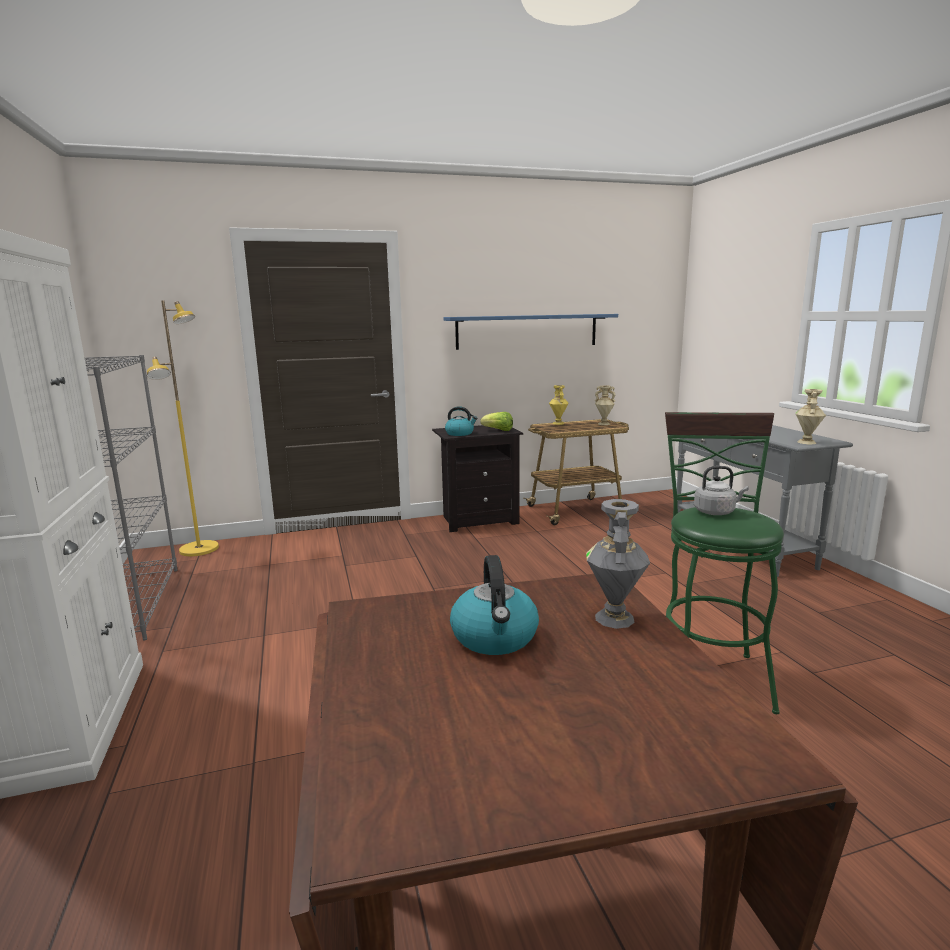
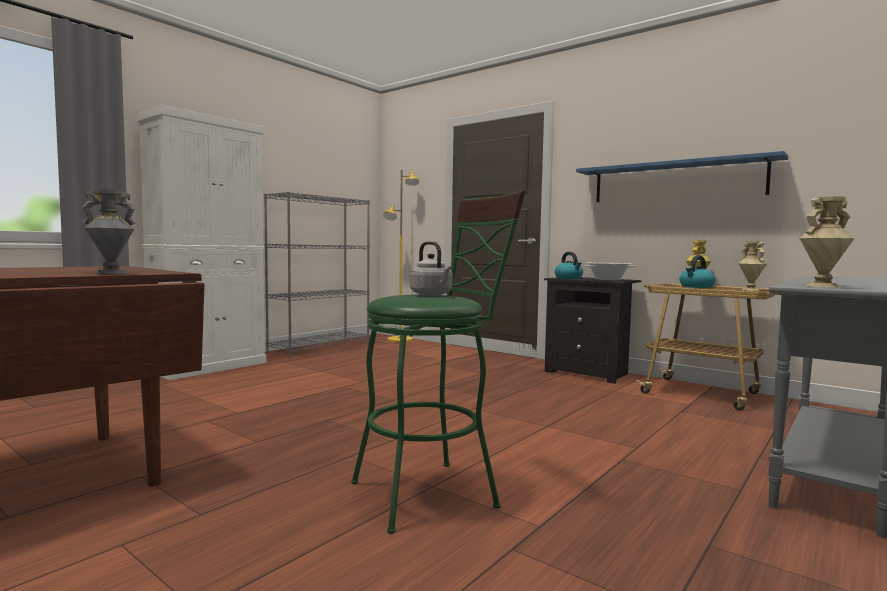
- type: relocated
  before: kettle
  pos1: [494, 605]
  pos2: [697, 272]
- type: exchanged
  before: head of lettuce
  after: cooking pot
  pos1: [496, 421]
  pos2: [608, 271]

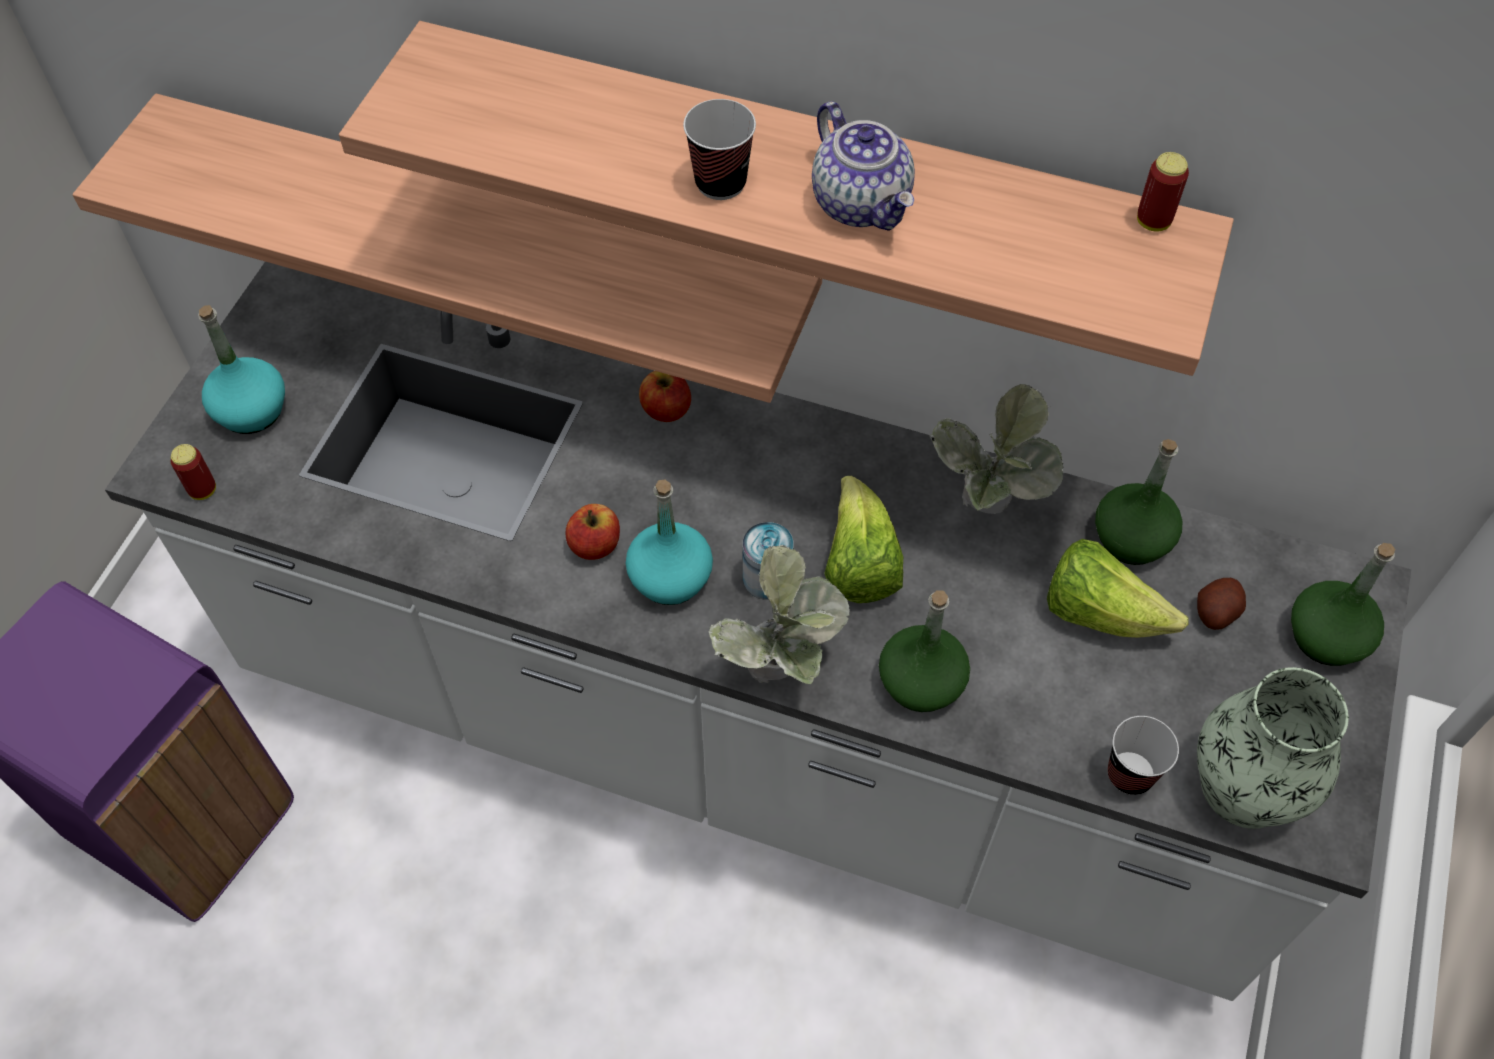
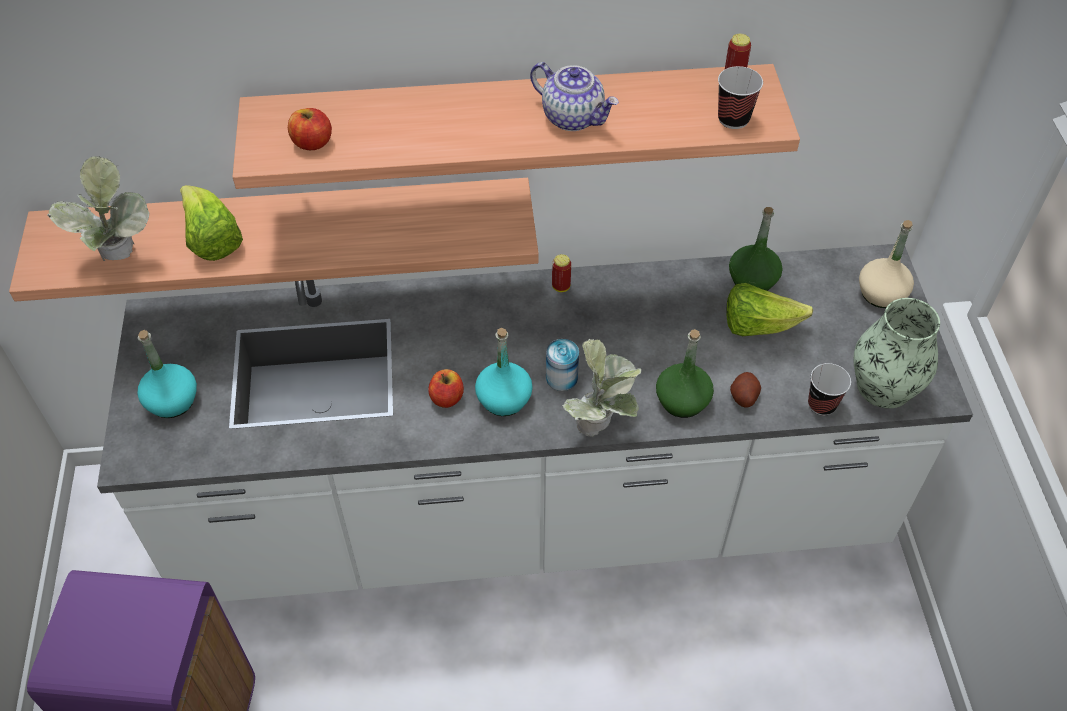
- type: relocated
  before: metal can
  pos1: [193, 472]
  pos2: [561, 273]
- type: relocated
  before: whole apple
  pos1: [665, 396]
  pos2: [310, 129]
- type: relocated
  before: drinking cup
  pos1: [719, 149]
  pos2: [740, 97]
- type: relocated
  before: head of lettuce
  pos1: [863, 539]
  pos2: [211, 223]
- type: relocated
  before: potted plant
  pos1: [996, 449]
  pos2: [98, 208]
- type: relocated
  before: potato
  pos1: [1221, 604]
  pos2: [745, 389]
- type: colour
  before: green beverage bottle
  after: sand-coloured beverage bottle
  pos1: [1343, 604]
  pos2: [886, 264]

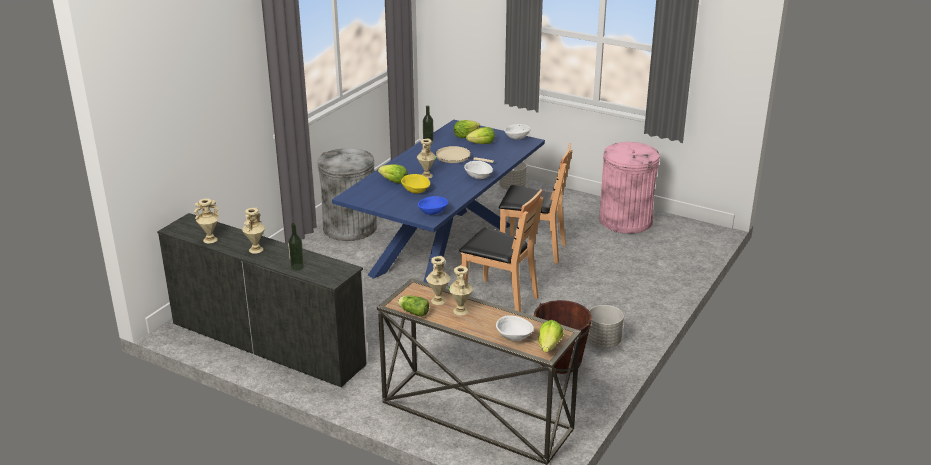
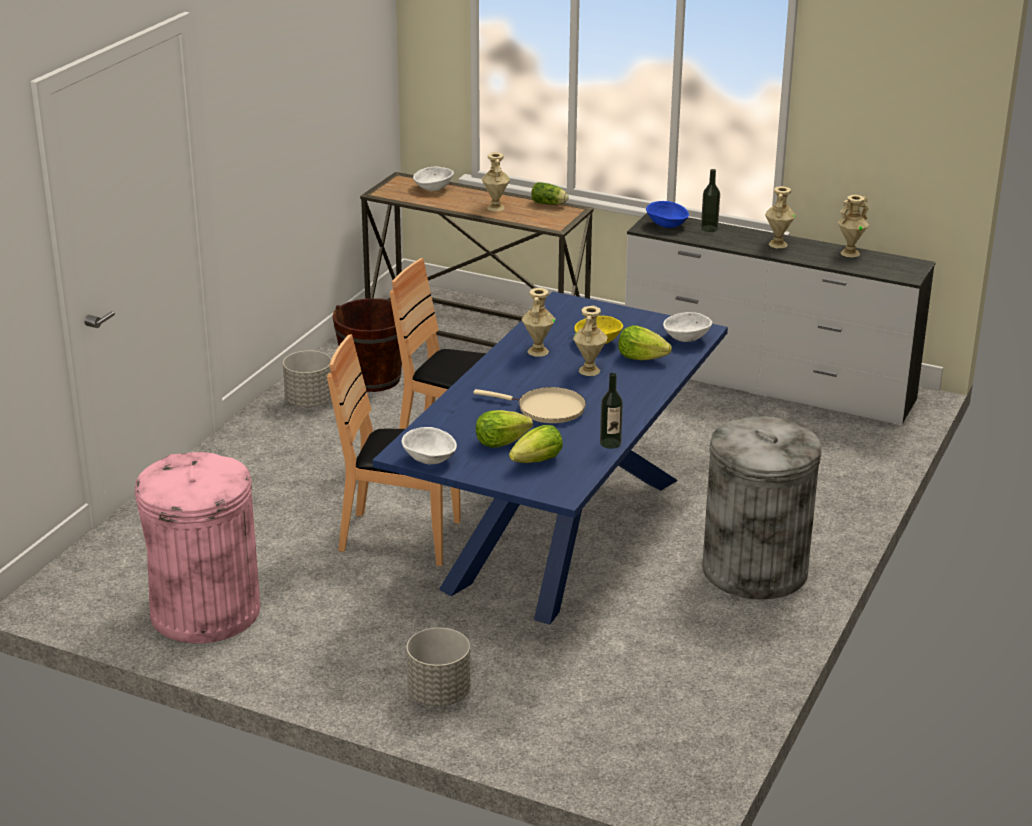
- type: relocated
  before: bluish bowl
  pos1: [433, 205]
  pos2: [667, 214]
- type: relocated
  before: sand-coloured decorative vase
  pos1: [438, 280]
  pos2: [539, 322]
- type: relocated
  before: whitish bowl
  pos1: [478, 170]
  pos2: [687, 327]
- type: missing
  before: head of lettuce
  pos1: [551, 336]

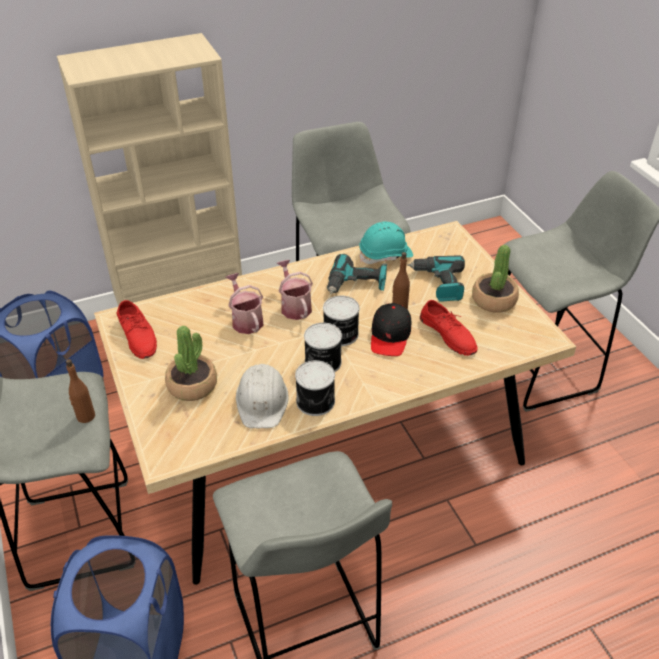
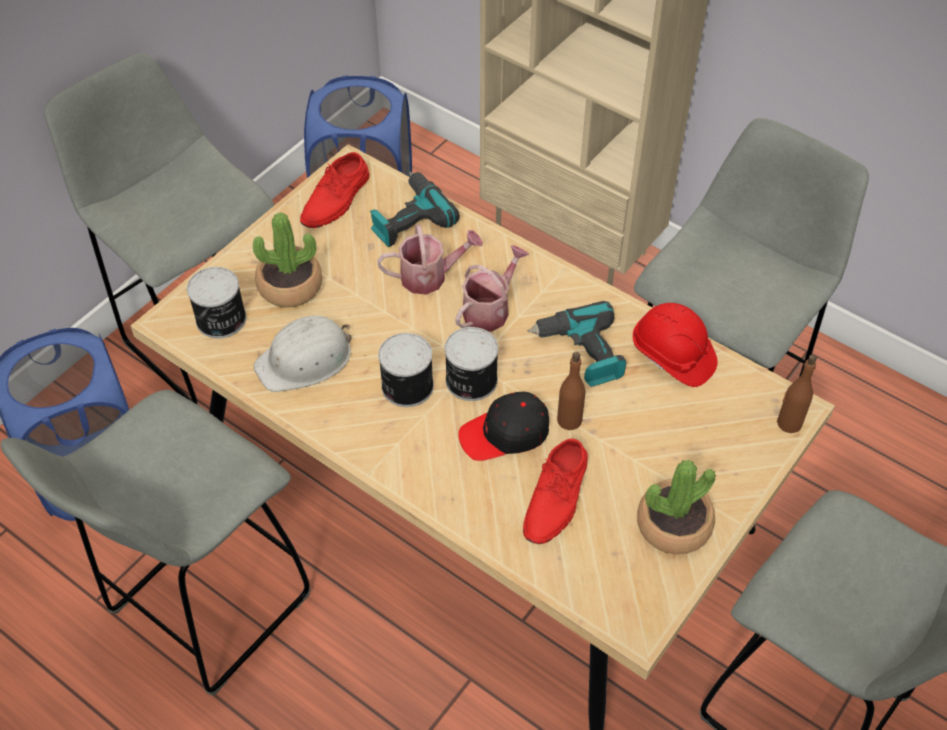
- type: relocated
  before: brownish beverage bottle
  pos1: [80, 391]
  pos2: [797, 394]
- type: spun
  before: watering can
  pos1: [245, 303]
  pos2: [430, 259]
  turn: 45
- type: relocated
  before: metal can
  pos1: [315, 388]
  pos2: [216, 303]
- type: colour
  before: turquoise safety helmet
  after: red safety helmet
  pos1: [386, 243]
  pos2: [675, 345]
- type: relocated
  before: electric drill
  pos1: [436, 279]
  pos2: [415, 209]

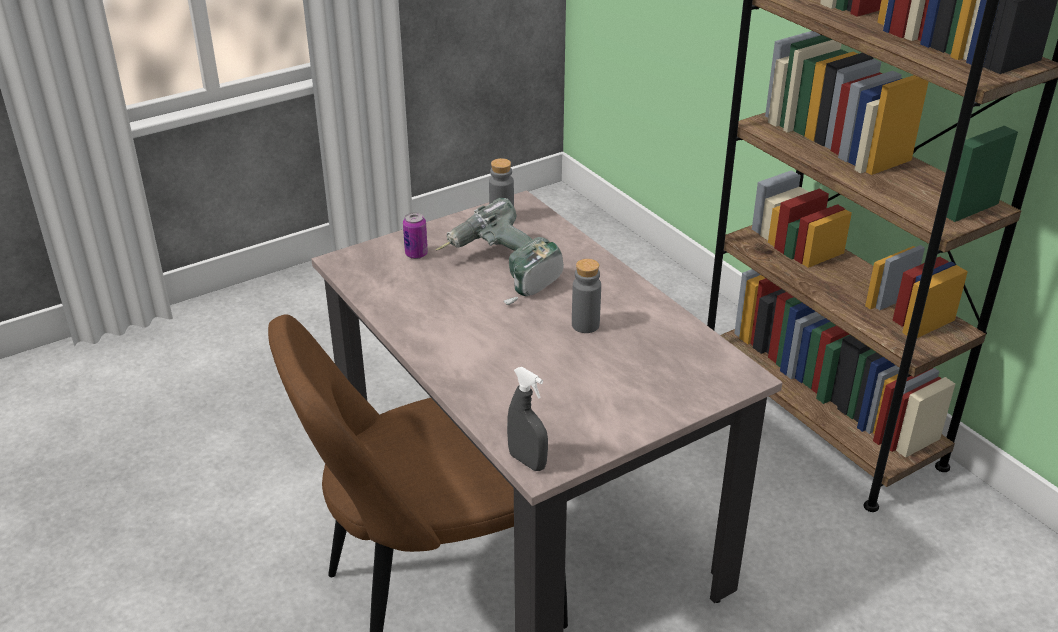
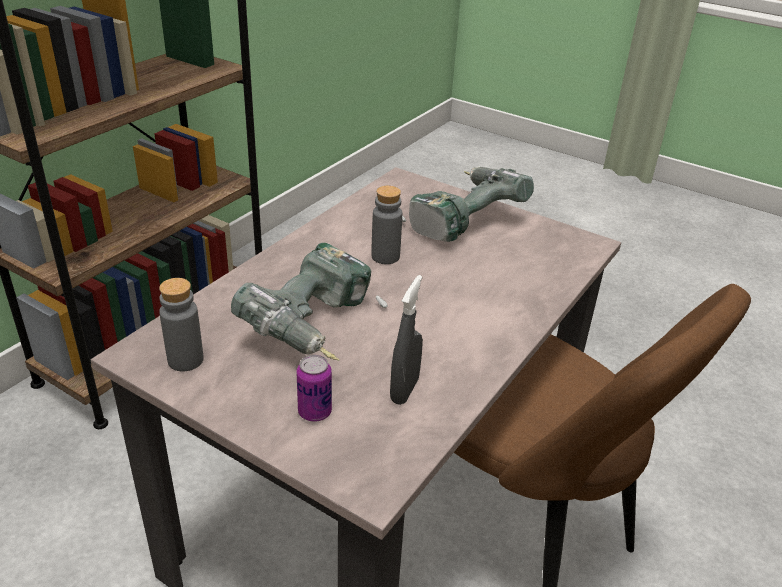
- type: relocated
  before: grey spray bottle
  pos1: [527, 419]
  pos2: [406, 340]
- type: appeared
  after: electric drill
  pos2: [468, 204]

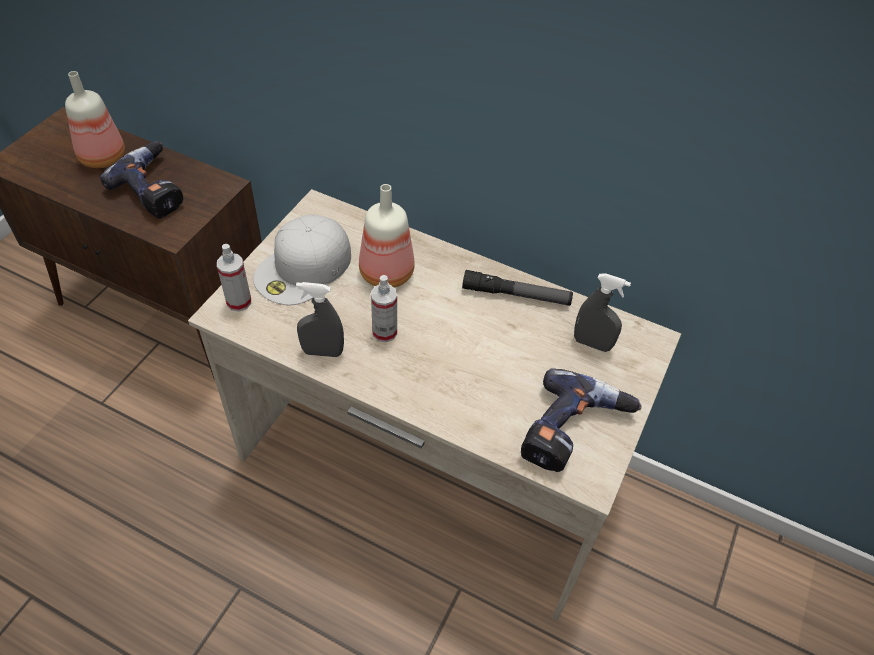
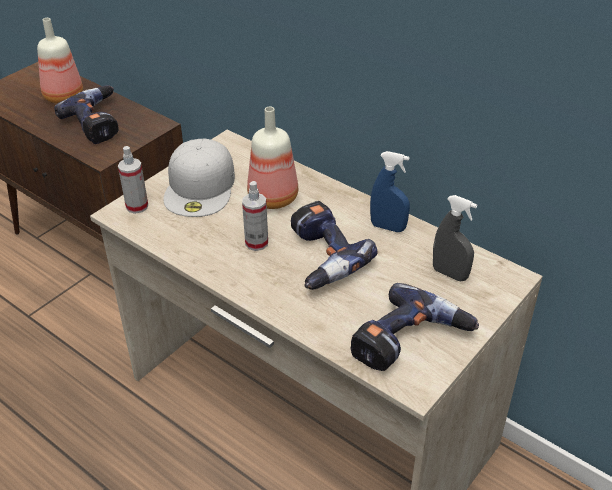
- type: spun
  before: whitish cap
  pos1: [302, 260]
  pos2: [199, 178]
  turn: -45
- type: missing
  before: grey spray bottle
  pos1: [320, 319]
- type: exchanged
  before: hand torch
  after: bluish spray bottle
  pos1: [517, 288]
  pos2: [390, 191]
- type: appeared
  after: electric drill
  pos2: [334, 245]

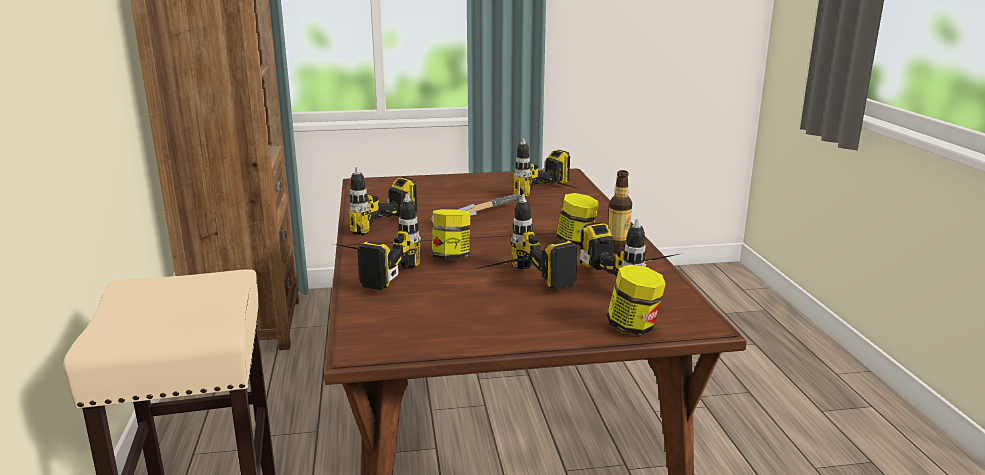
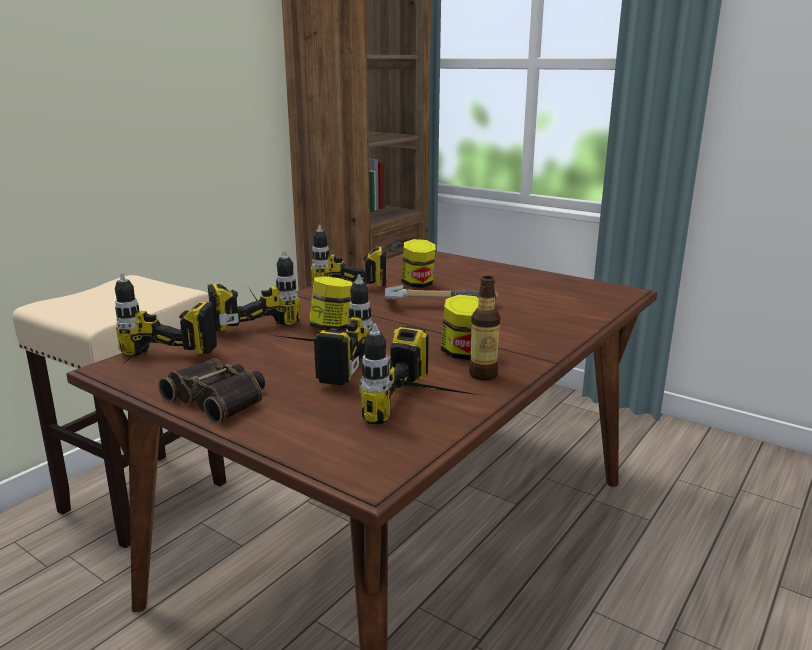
- type: relocated
  before: electric drill
  pos1: [546, 167]
  pos2: [166, 319]
- type: relocated
  before: preserve jar
  pos1: [636, 300]
  pos2: [418, 263]
- type: appeared
  after: pair of binoculars
  pos2: [211, 391]

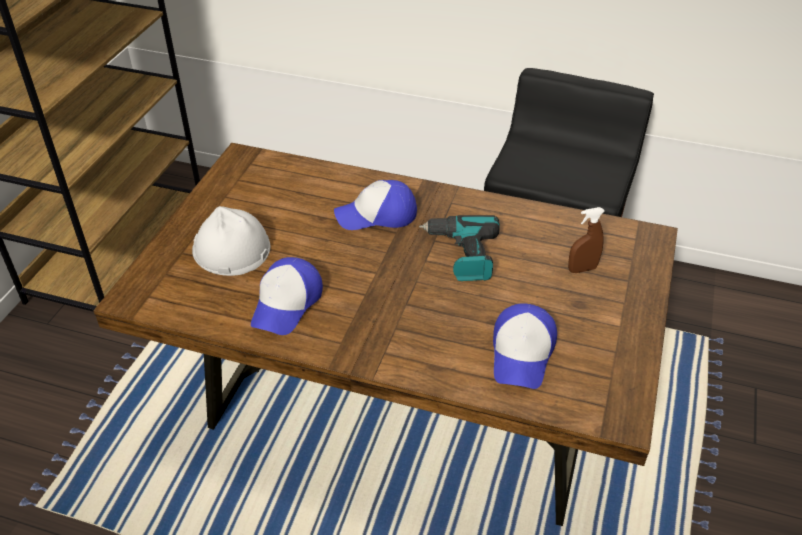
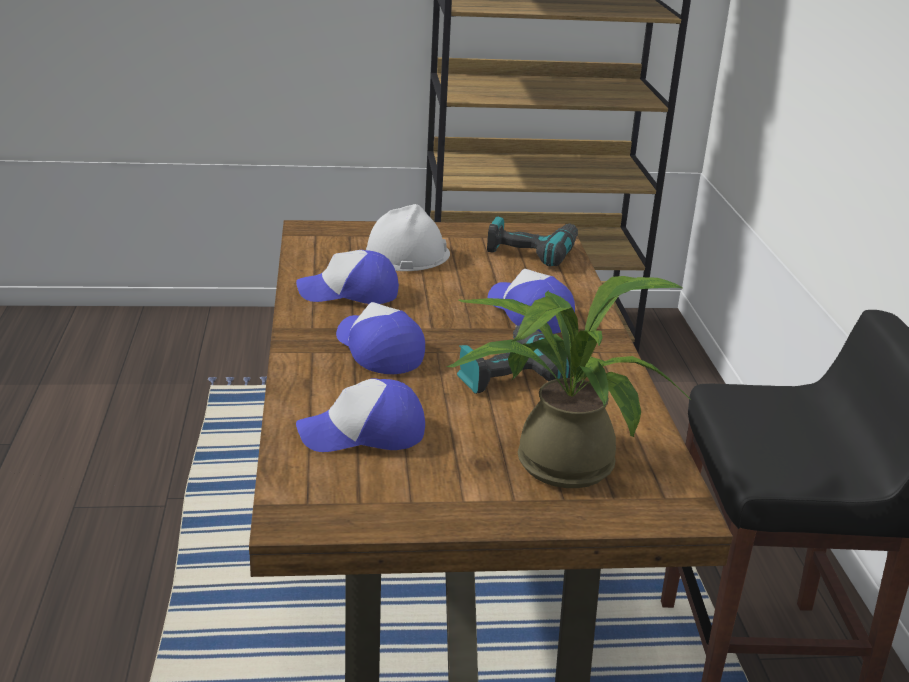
- type: exchanged
  before: brownish spray bottle
  after: potted plant
  pos1: [586, 240]
  pos2: [569, 382]
- type: appeared
  after: cap
  pos2: [380, 338]
- type: appeared
  after: electric drill
  pos2: [532, 241]

